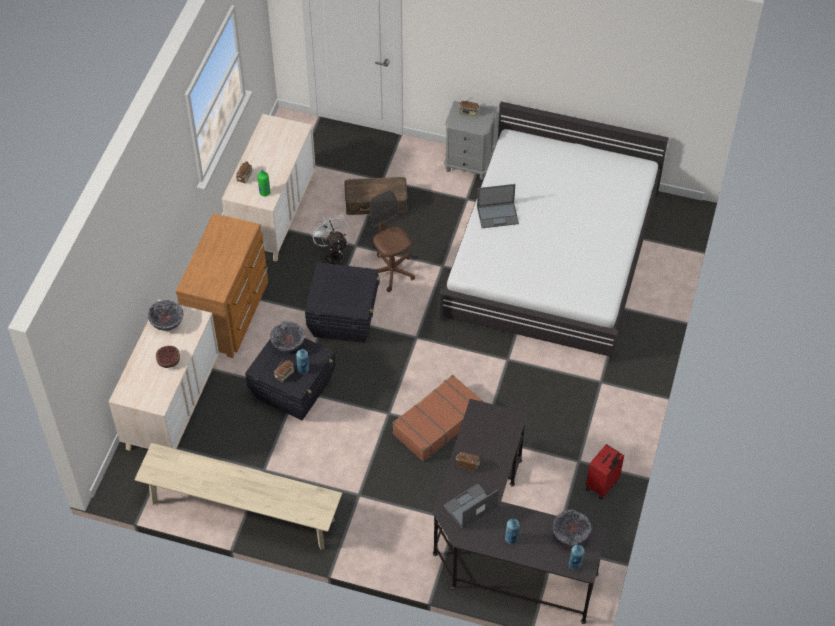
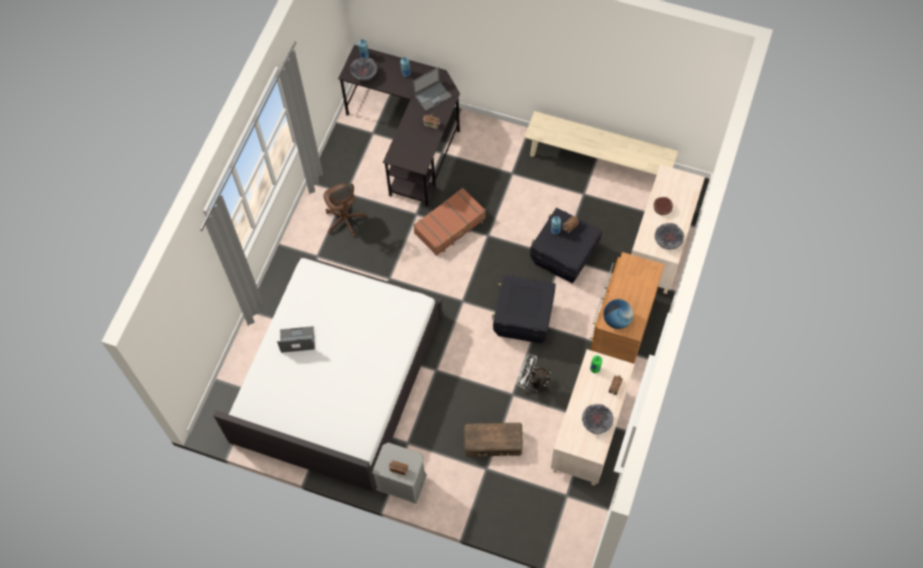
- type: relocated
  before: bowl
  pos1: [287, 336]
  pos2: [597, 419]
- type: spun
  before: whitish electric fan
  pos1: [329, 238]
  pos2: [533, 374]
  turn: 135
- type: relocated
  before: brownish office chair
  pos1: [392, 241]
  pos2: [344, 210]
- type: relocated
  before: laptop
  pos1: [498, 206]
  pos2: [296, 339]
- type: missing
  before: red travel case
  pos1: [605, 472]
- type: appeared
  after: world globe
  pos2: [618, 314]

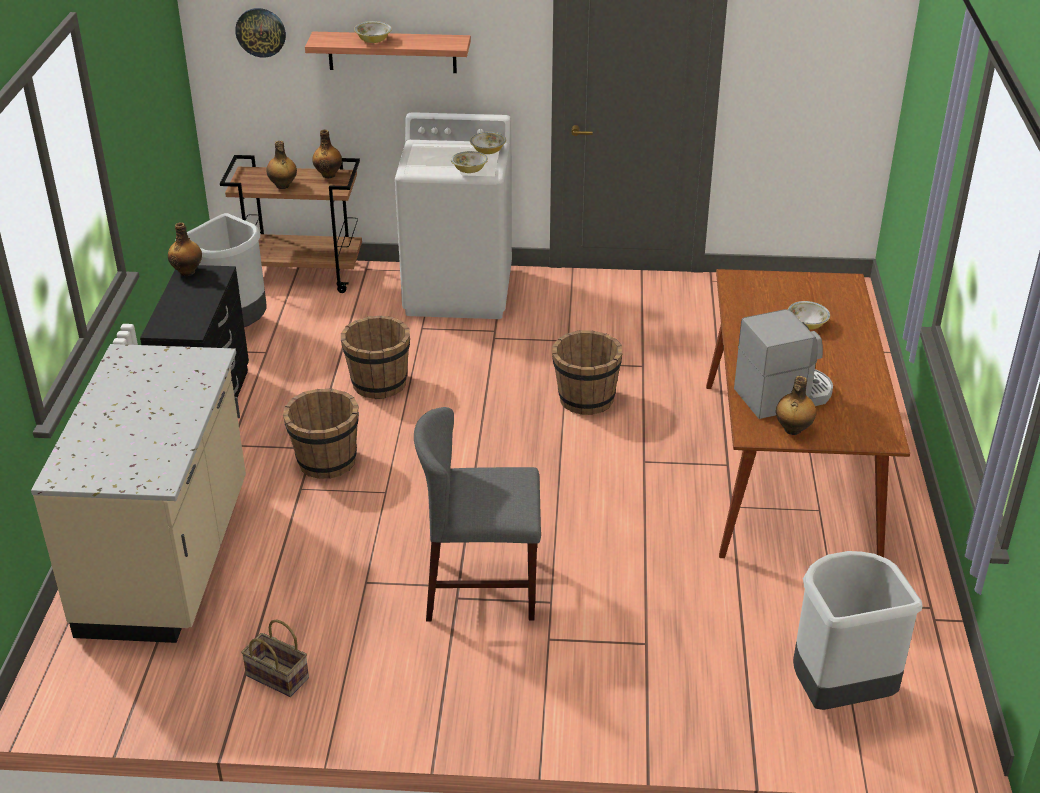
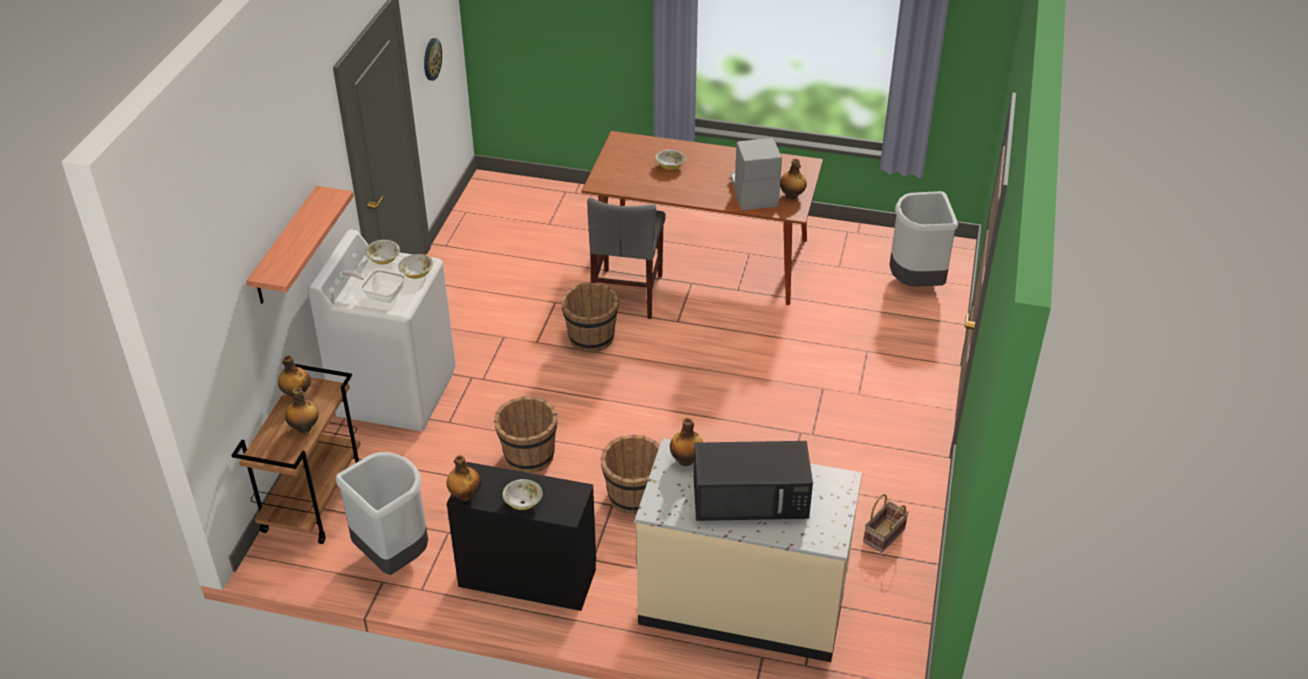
- type: relocated
  before: hanging clock
  pos1: [260, 33]
  pos2: [433, 59]
- type: relocated
  before: bowl
  pos1: [373, 32]
  pos2: [523, 494]
- type: relocated
  before: grey upright chair
  pos1: [477, 514]
  pos2: [626, 258]
- type: appeared
  after: skillet
  pos2: [373, 285]
- type: appeared
  after: beverage bottle
  pos2: [686, 442]
- type: appeared
  after: black-coloured kitchen microwave
  pos2: [753, 481]

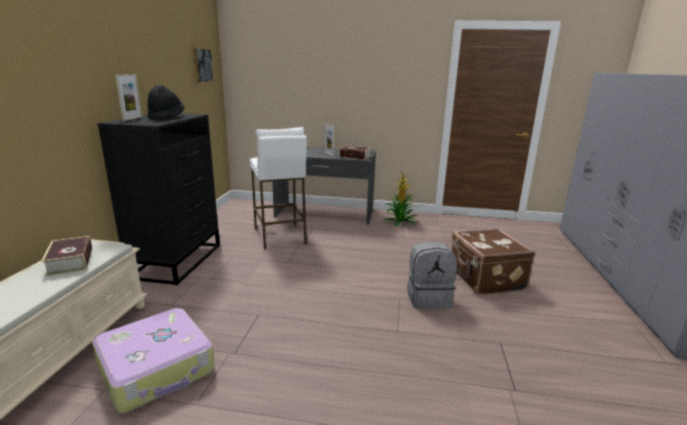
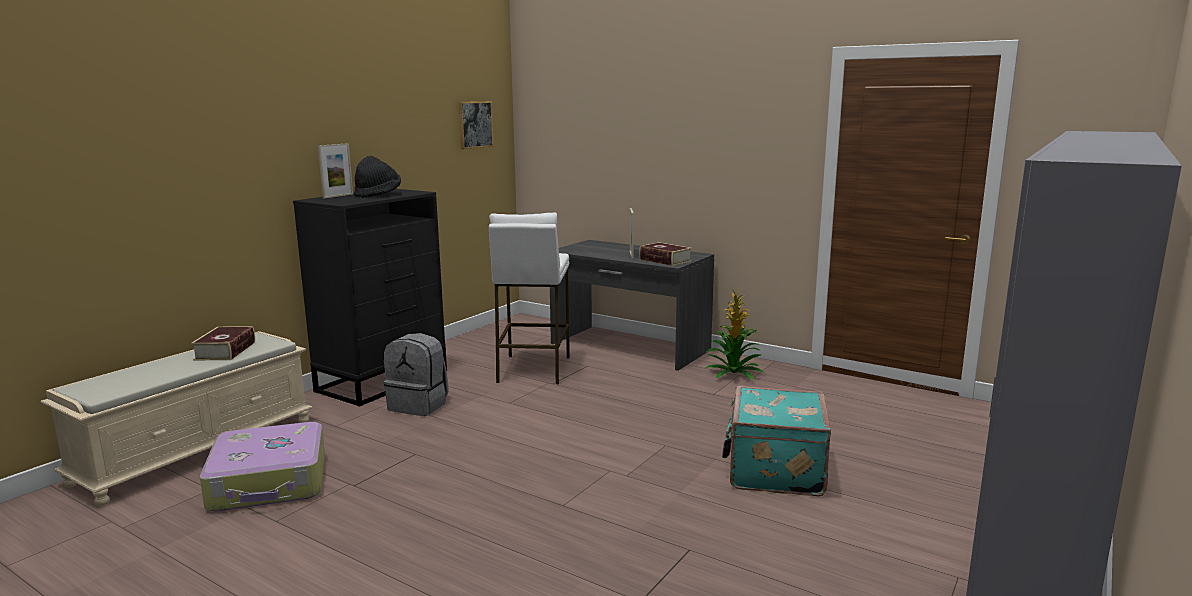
- type: relocated
  before: grey rucksack
  pos1: [432, 275]
  pos2: [416, 374]
- type: colour
  before: brownish travel case
  after: turquoise travel case
  pos1: [493, 261]
  pos2: [776, 441]

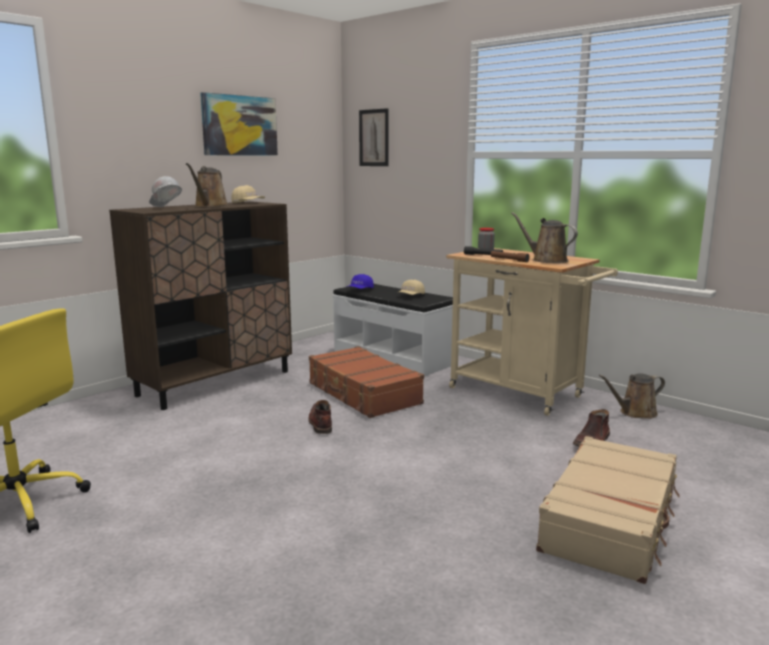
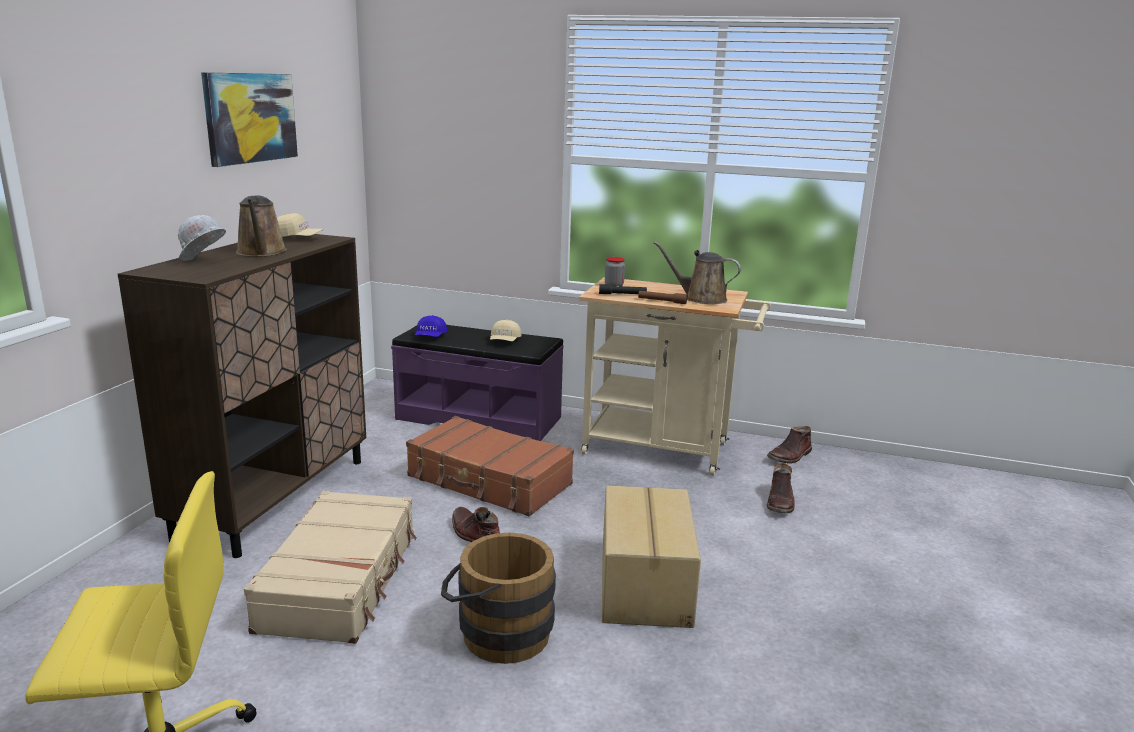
- type: colour
  before: whitish long seat
  after: purplish long seat
  pos1: [393, 330]
  pos2: [477, 383]
- type: missing
  before: wall art
  pos1: [373, 137]
- type: relocated
  before: sand-coloured travel case
  pos1: [608, 510]
  pos2: [330, 567]
- type: exchanged
  before: brownish watering can
  after: brownish tall boot
  pos1: [632, 396]
  pos2: [789, 445]
- type: appeared
  after: brownish bucket
  pos2: [498, 598]
- type: appeared
  after: cardboard box
  pos2: [651, 556]

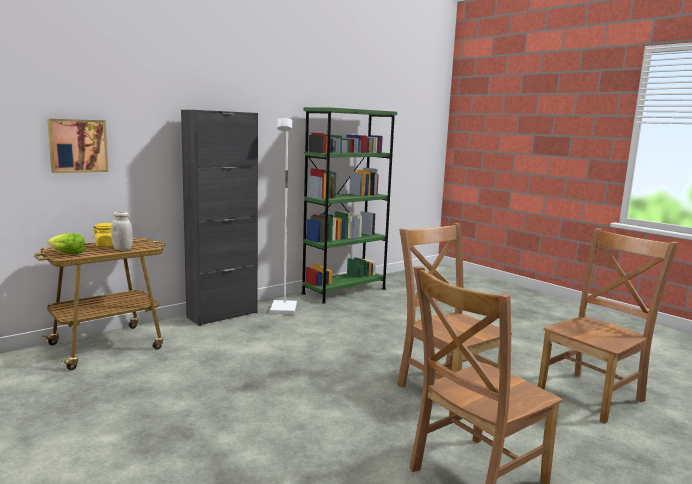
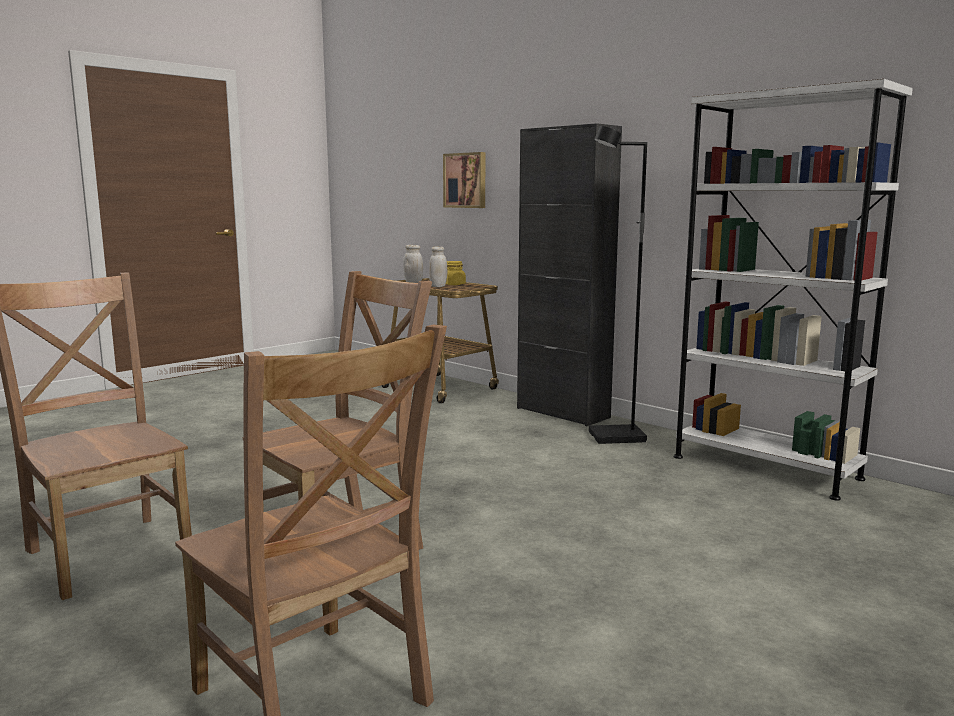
- type: exchanged
  before: head of lettuce
  after: whitish preserve jar
  pos1: [66, 244]
  pos2: [413, 264]
- type: colour
  before: whitish floor lamp
  after: black-coloured floor lamp
  pos1: [283, 216]
  pos2: [618, 285]
- type: colour
  before: green bookcase
  after: whitish bookcase
  pos1: [349, 205]
  pos2: [793, 290]

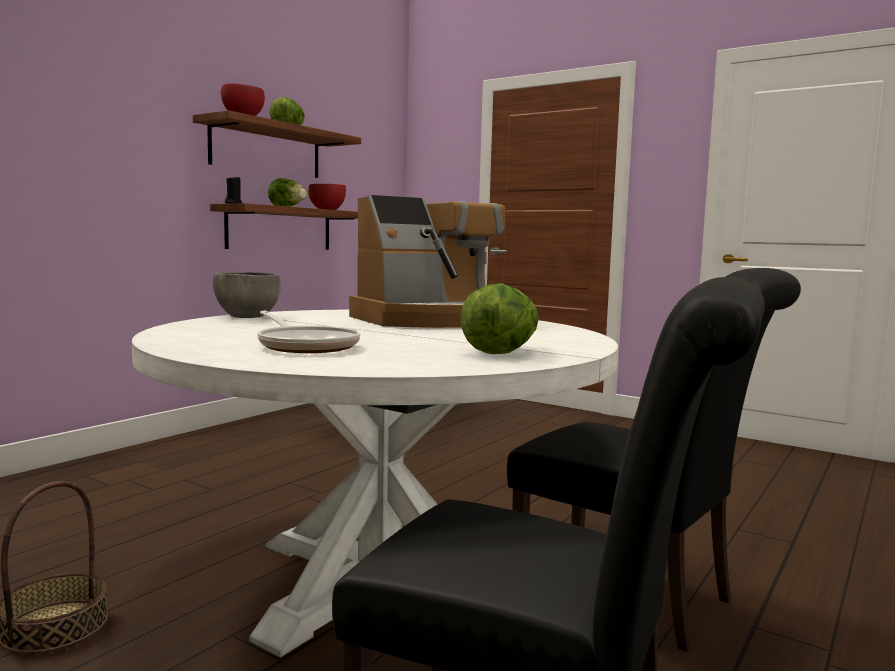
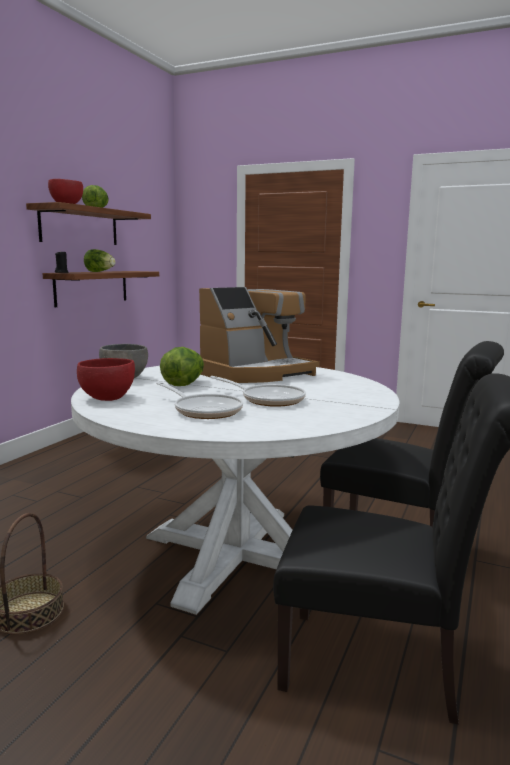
- type: relocated
  before: red bowl
  pos1: [327, 197]
  pos2: [106, 379]
- type: relocated
  before: head of lettuce
  pos1: [500, 318]
  pos2: [182, 366]
- type: appeared
  after: skillet
  pos2: [258, 391]

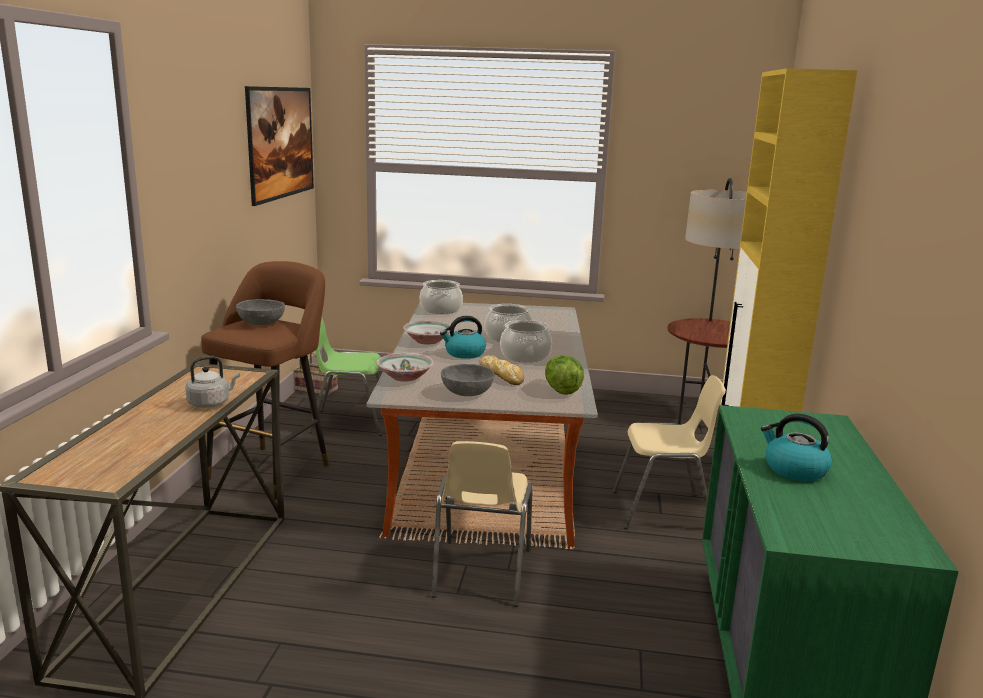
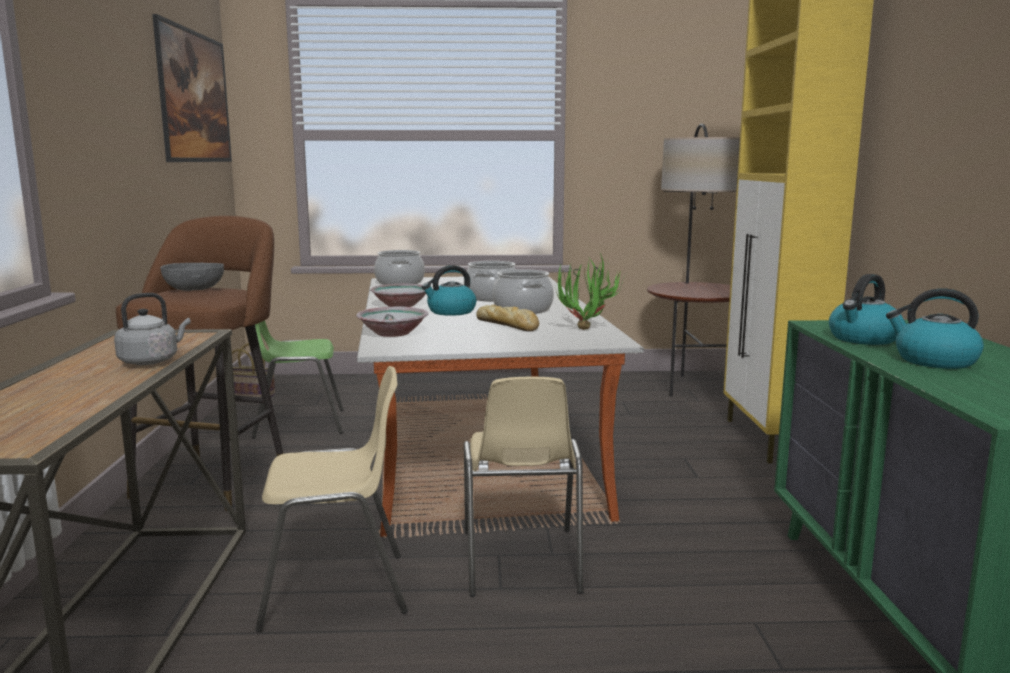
- type: missing
  before: grey bowl
  pos1: [468, 380]
- type: exchanged
  before: head of lettuce
  after: potted plant
  pos1: [564, 375]
  pos2: [589, 291]
- type: relocated
  before: sand-coloured upright chair
  pos1: [669, 452]
  pos2: [331, 499]
- type: appeared
  after: kettle
  pos2: [863, 309]

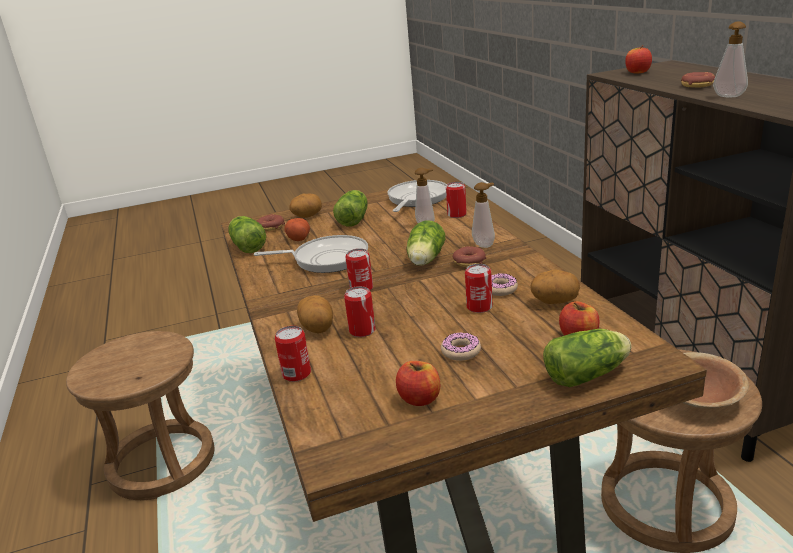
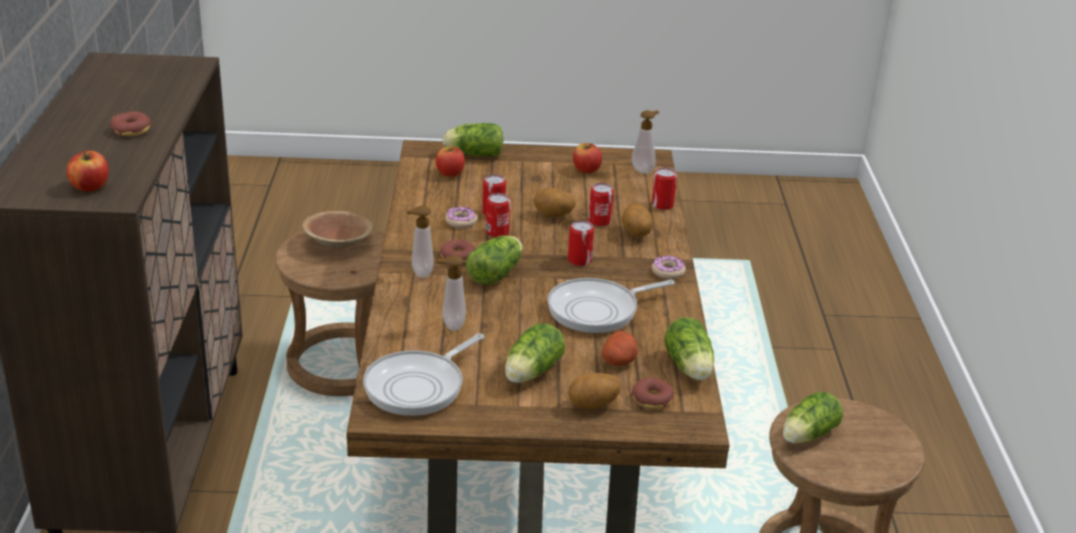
- type: spun
  before: skillet
  pos1: [311, 254]
  pos2: [611, 305]
  turn: -45
- type: relocated
  before: doughnut
  pos1: [461, 347]
  pos2: [669, 267]
- type: relocated
  before: metal can
  pos1: [456, 200]
  pos2: [498, 215]
- type: relocated
  before: potato
  pos1: [555, 287]
  pos2: [554, 202]
- type: relocated
  before: soap bottle
  pos1: [730, 59]
  pos2: [645, 142]
- type: appeared
  after: head of lettuce
  pos2: [813, 418]

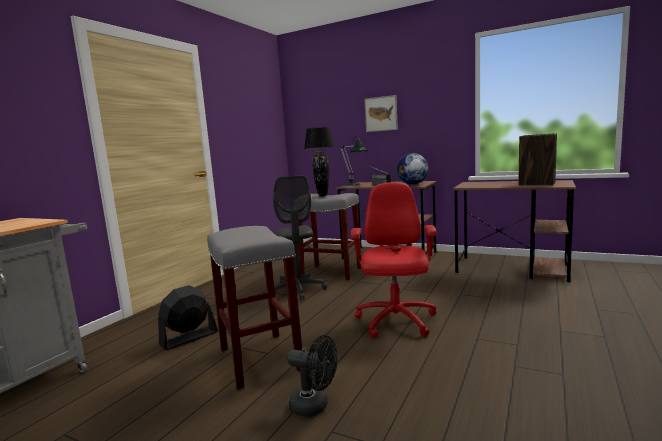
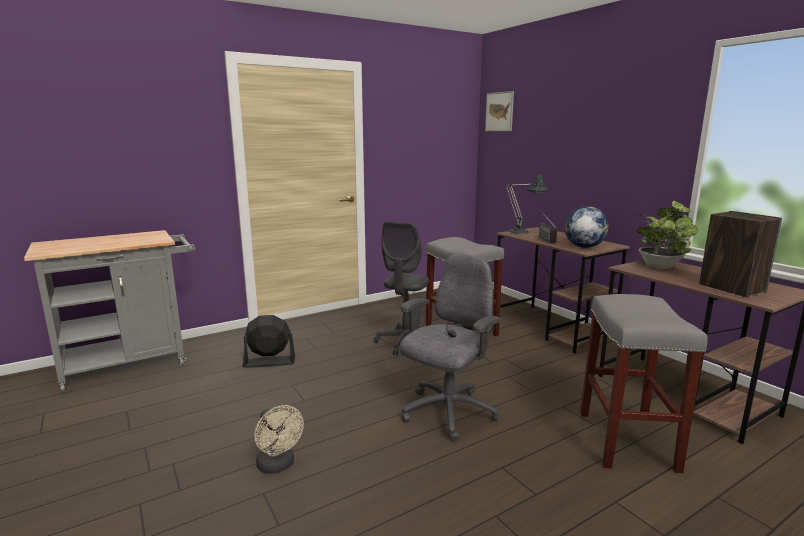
- type: relocated
  before: grey sitting stool
  pos1: [255, 307]
  pos2: [644, 383]
- type: colour
  before: black-coloured electric fan
  after: sand-coloured electric fan
  pos1: [312, 376]
  pos2: [279, 439]
- type: missing
  before: black-coloured tabletop lamp
  pos1: [319, 162]
- type: colour
  before: red office chair
  after: grey office chair
  pos1: [393, 260]
  pos2: [450, 348]
- type: relocated
  before: wall art
  pos1: [381, 113]
  pos2: [499, 111]
- type: appeared
  after: potted plant
  pos2: [667, 235]

